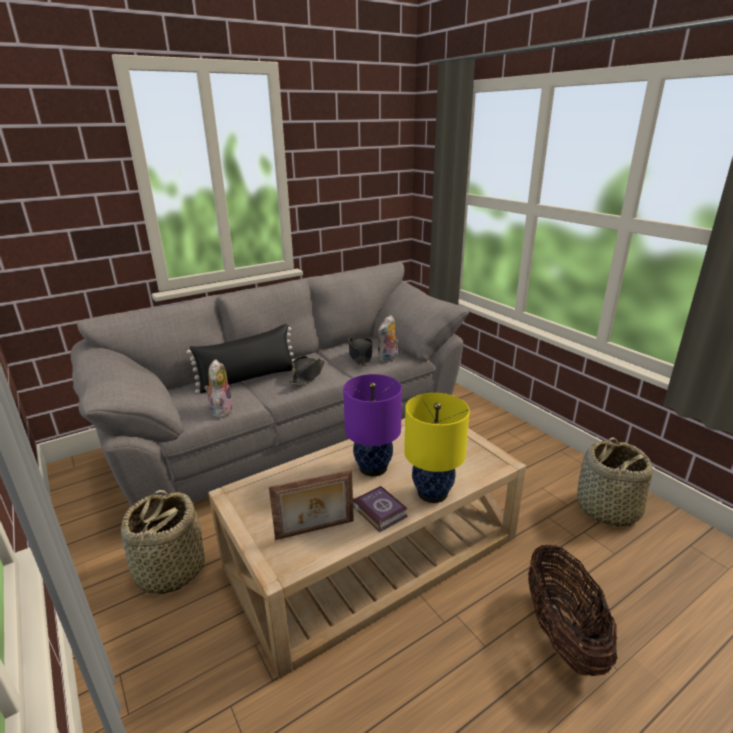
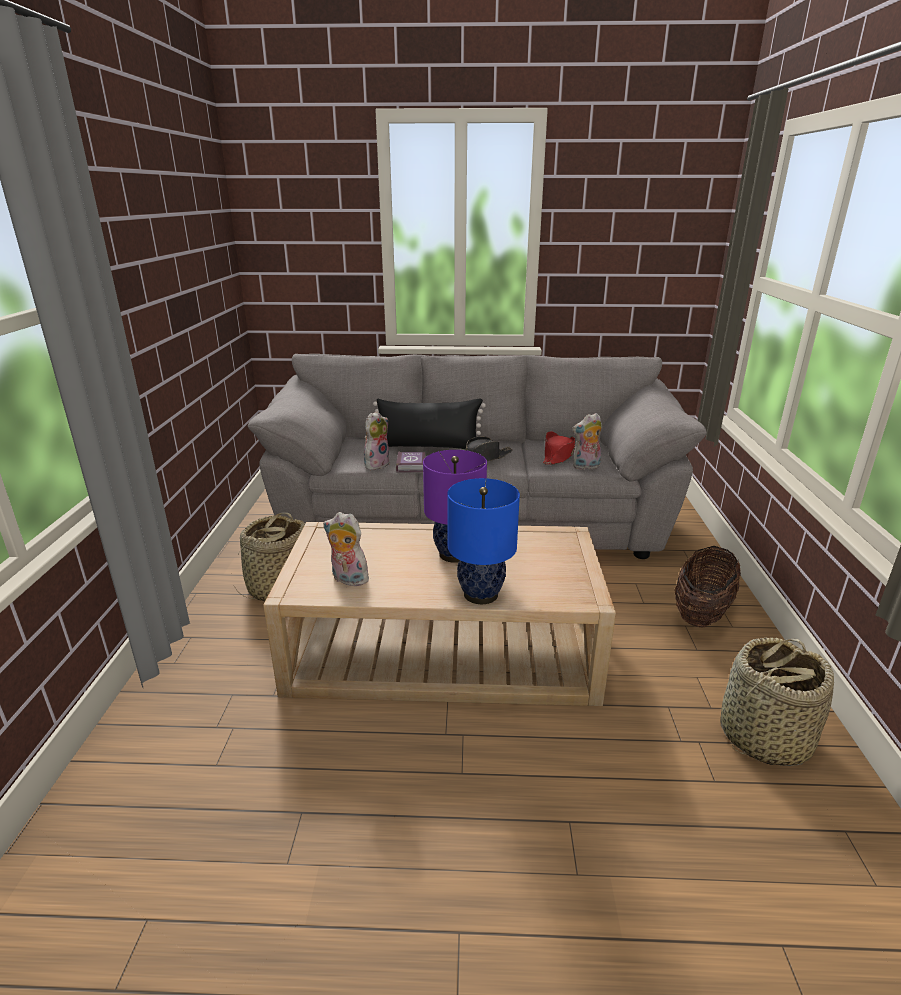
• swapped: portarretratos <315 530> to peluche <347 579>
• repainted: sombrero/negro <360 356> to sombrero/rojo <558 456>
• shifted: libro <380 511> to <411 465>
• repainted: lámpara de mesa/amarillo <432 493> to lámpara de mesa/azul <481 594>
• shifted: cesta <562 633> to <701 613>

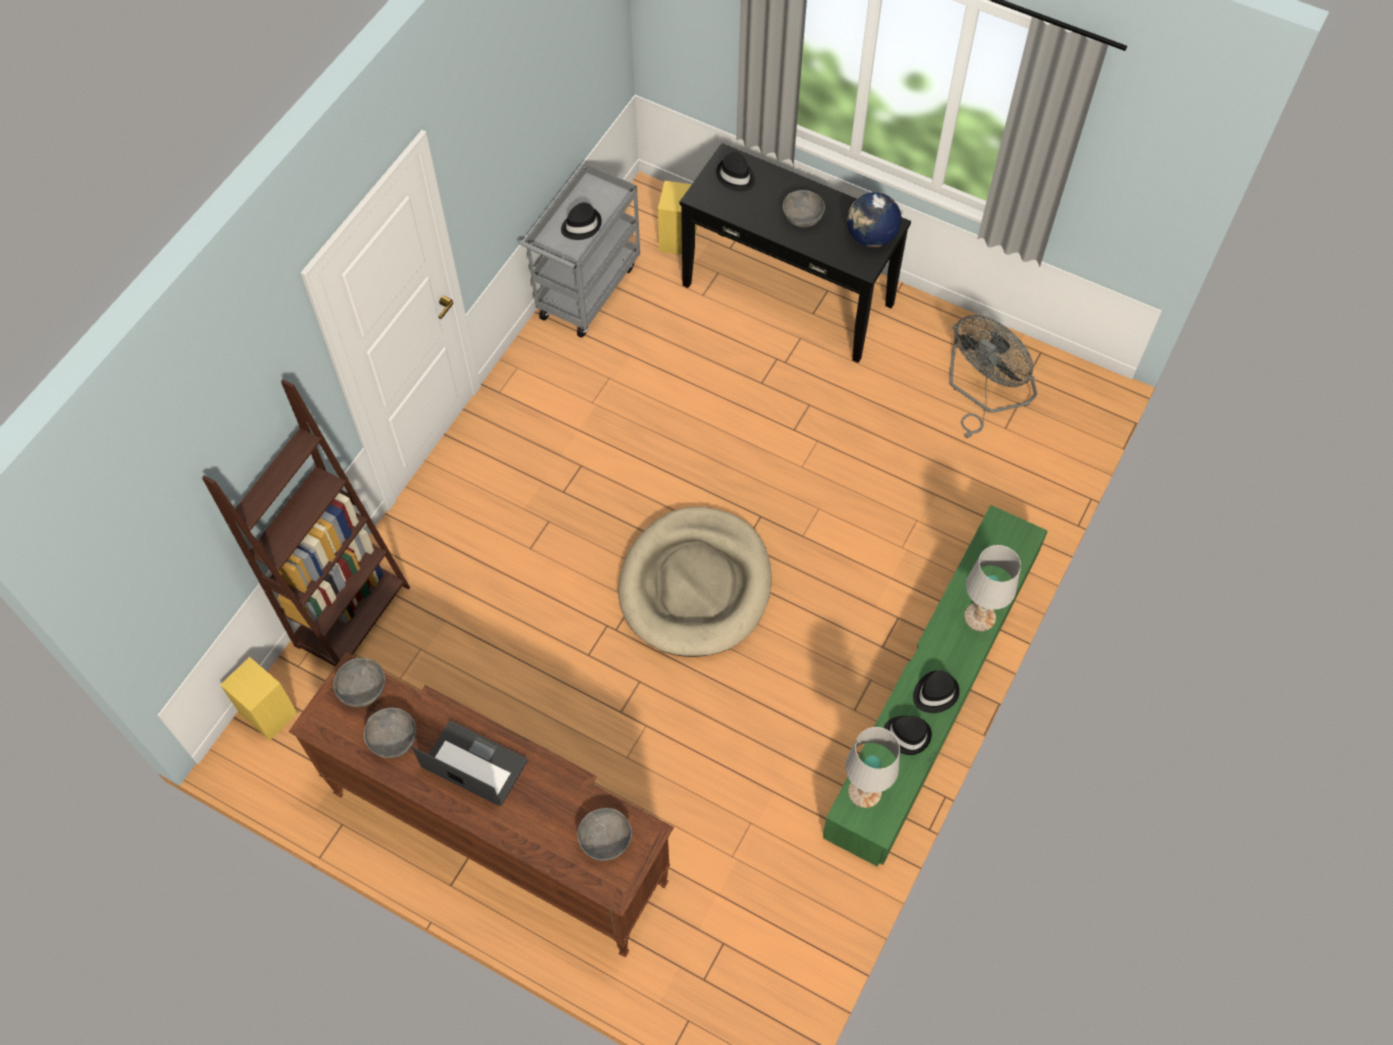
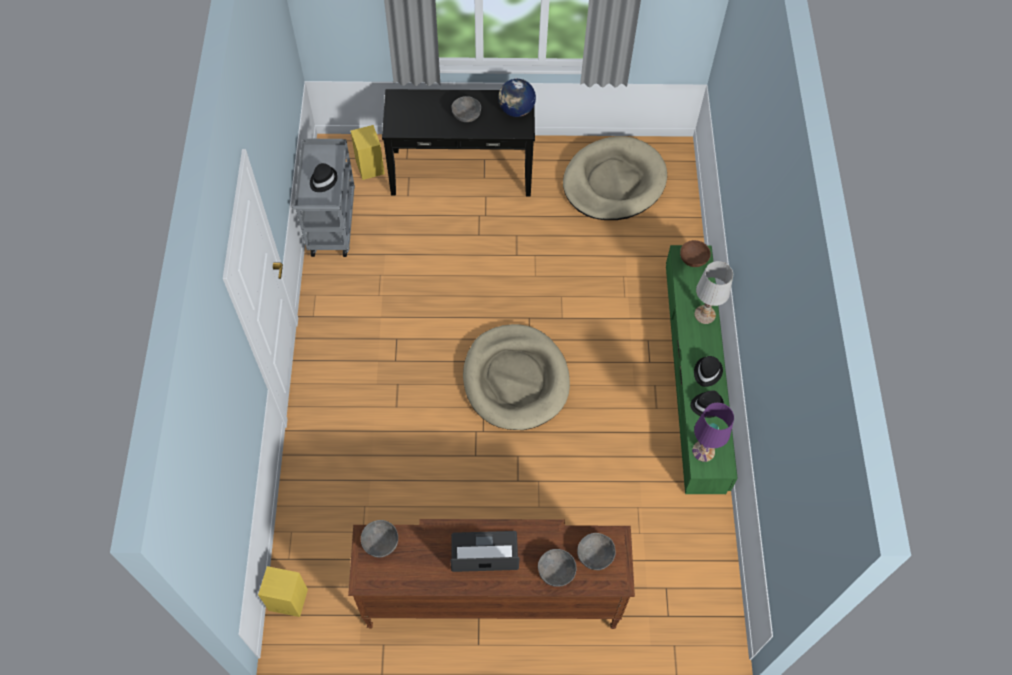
• gone: estantería/marrón <352 616>
• shifted: cuenco/gris <393 739> to <556 571>
• gone: sombrero/negro <735 176>
• repainted: lámpara de mesa/blanco <864 791> to lámpara de mesa/morado <703 451>
• swapped: ventilador/gris <980 392> to cama para perro/beis <613 182>
• new: cuenco/marrón <693 259>

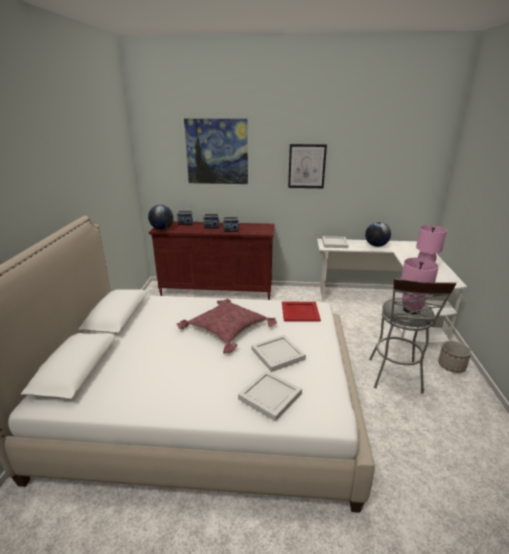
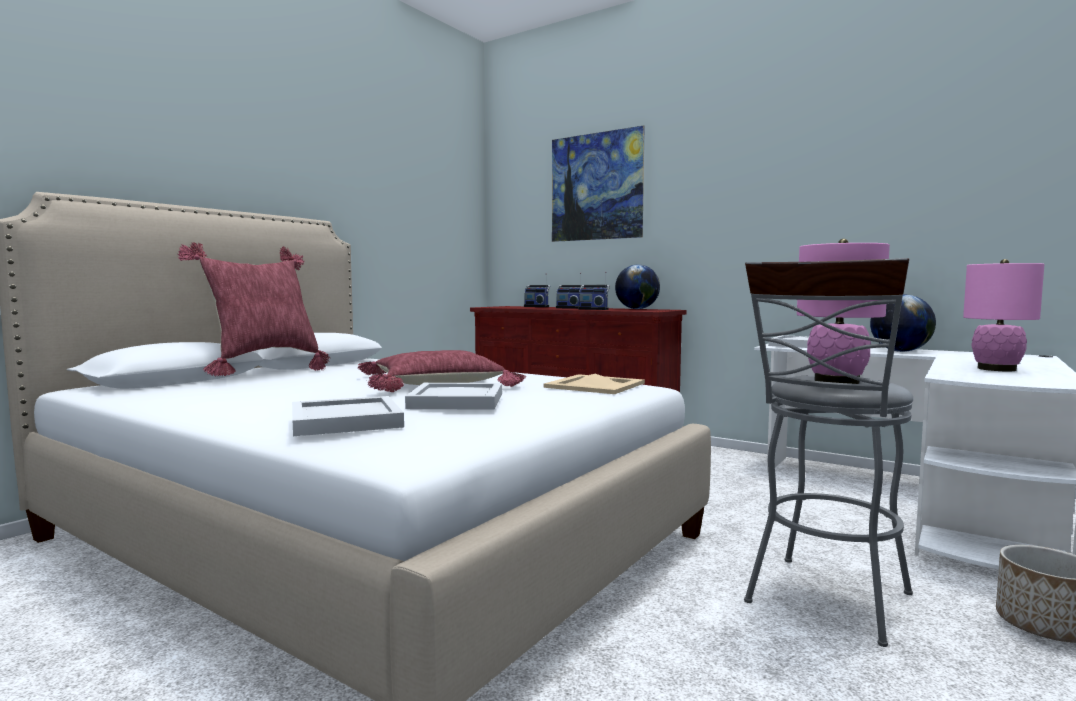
• shifted: globo terráqueo <162 229> to <637 309>
• repainted: bandeja/rojo <300 312> to bandeja/beis <595 385>
• gone: cuadro <306 166>
• new: cojín/rojo <261 374>

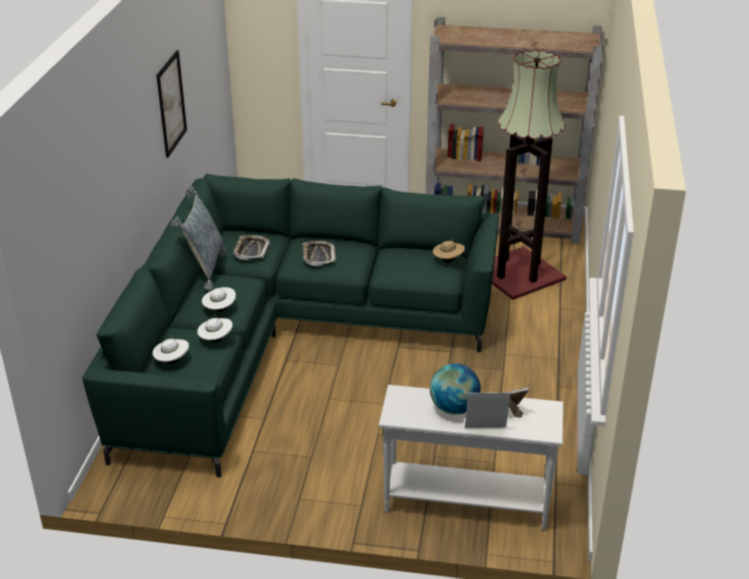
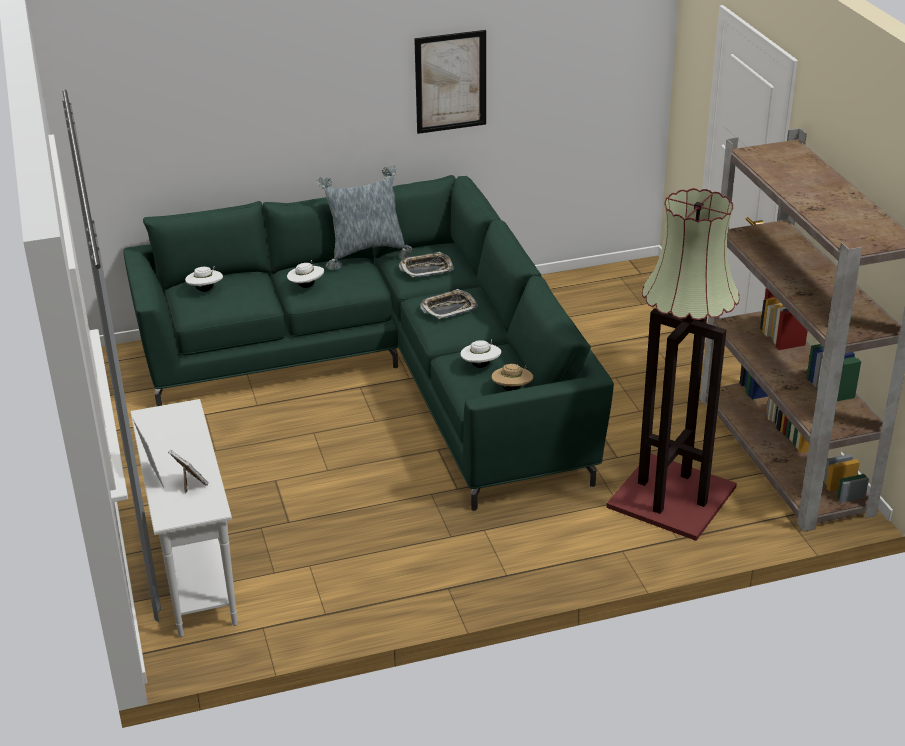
• shifted: sombrero/blanco <216 339> to <481 365>
• gone: globo terráqueo <454 408>

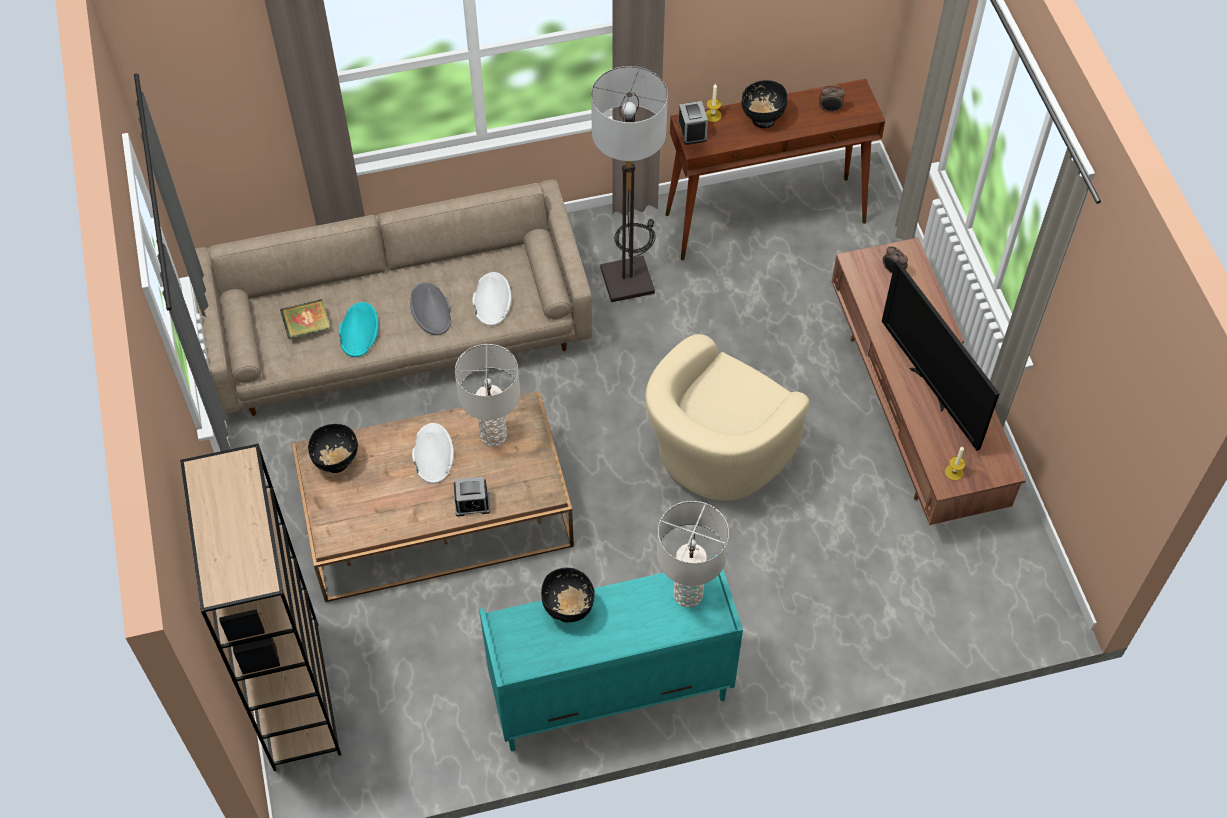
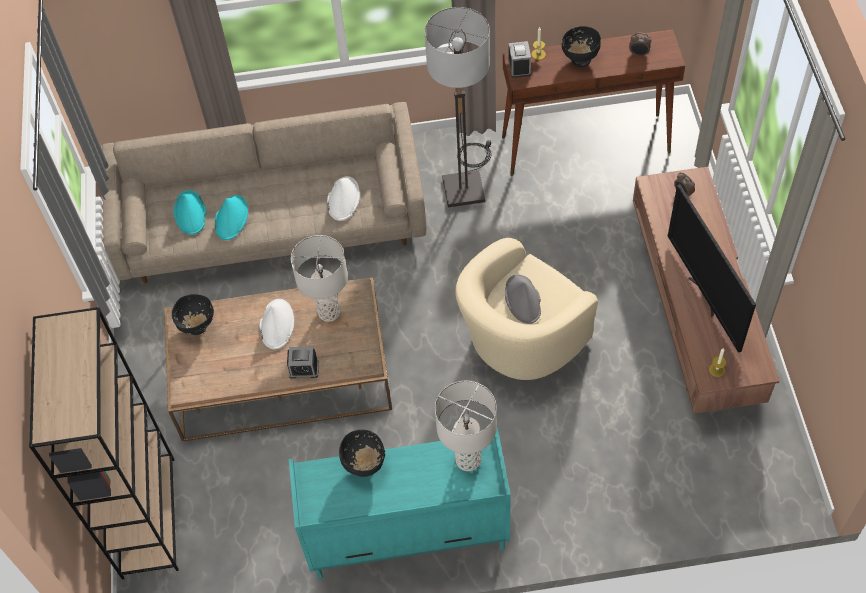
• swapped: libro <307 327> to sombrero/turquesa <190 213>
• shifted: sombrero/gris <431 310> to <523 300>

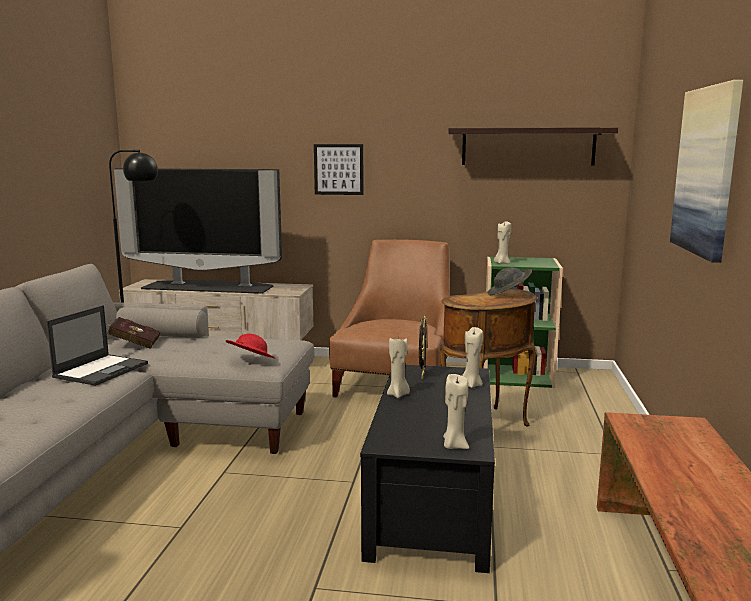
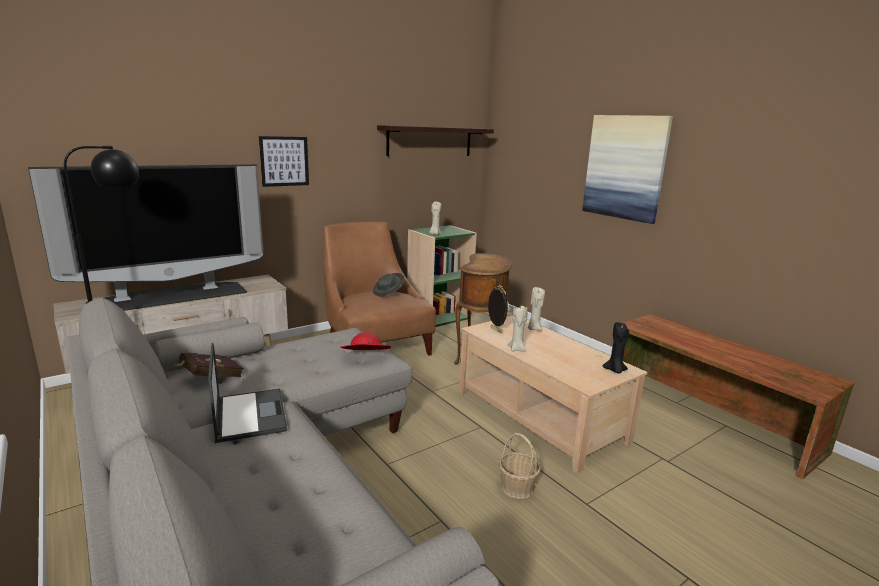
• repainted: mesa de centro/negro <430 499> to mesa de centro/beis <537 416>
• repainted: vela/beis <454 446> to vela/negro <615 370>
• shifted: sombrero/gris <509 294> to <388 293>
• new: cesta <517 487>

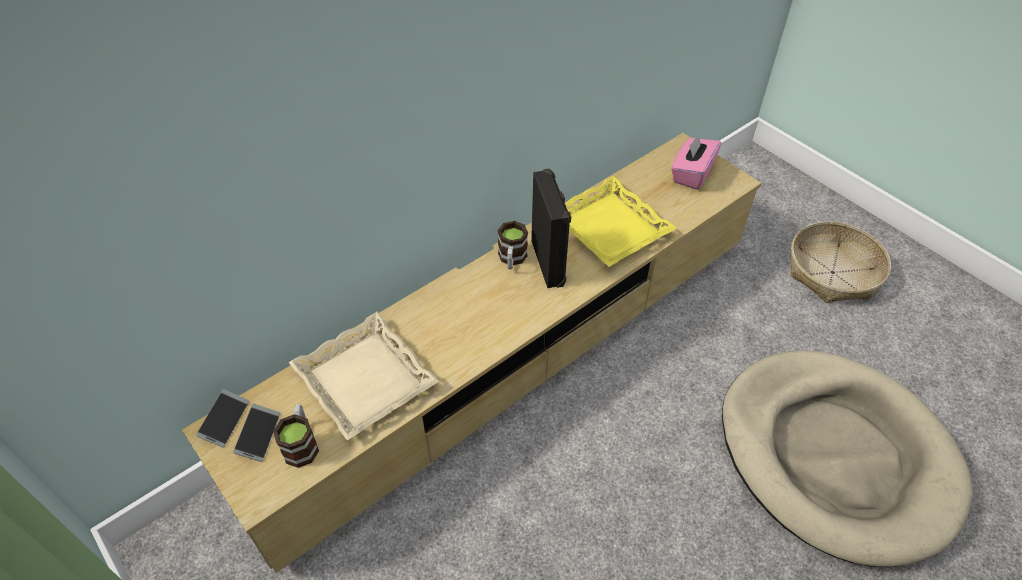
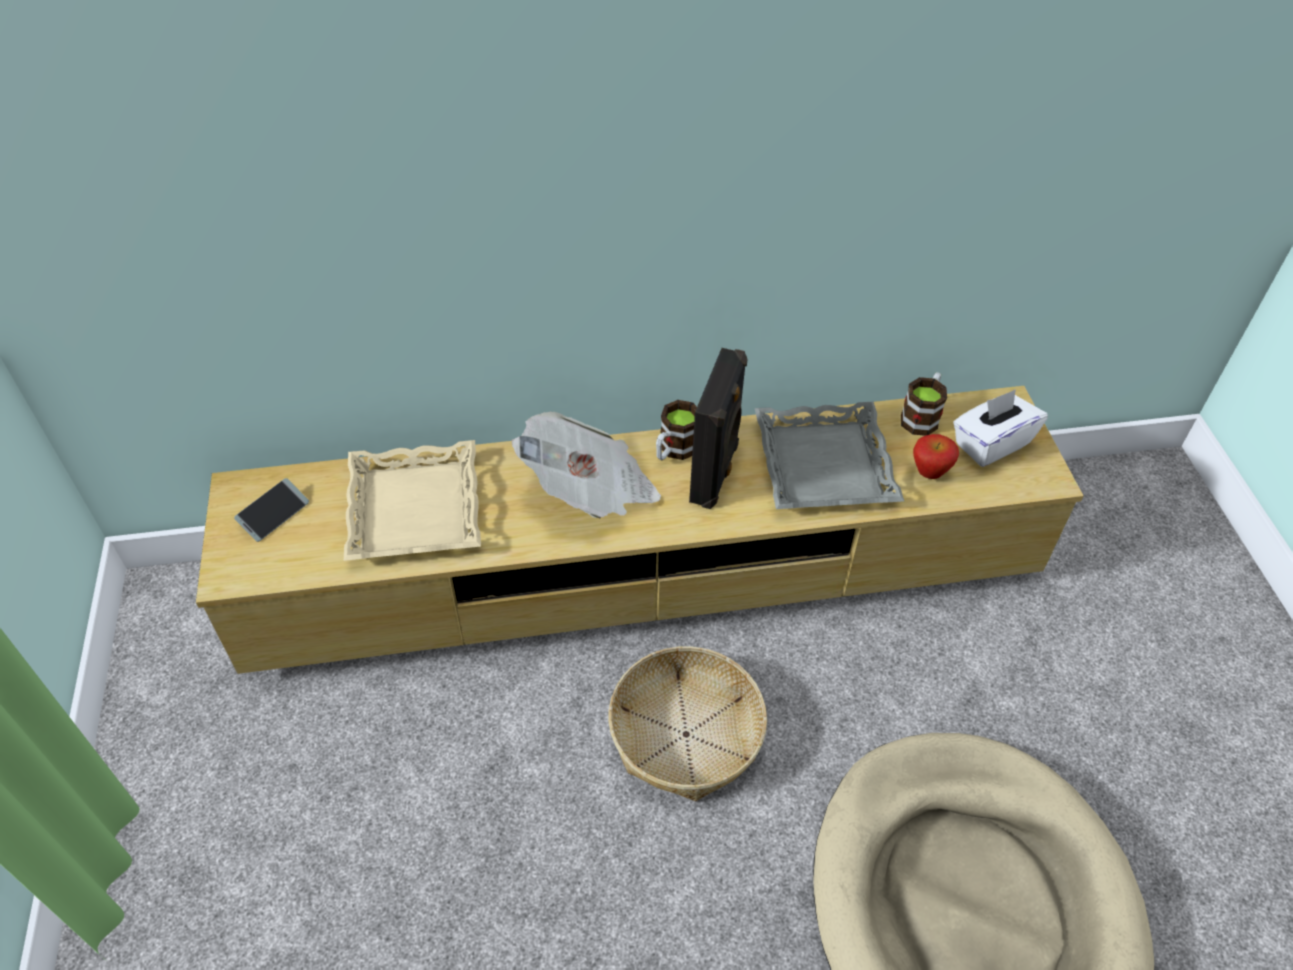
• gone: móvil <225 421>
• shifted: taza grande <302 444> to <922 416>
• repainted: bandeja/amarillo <610 227> to bandeja/gris <825 465>
• repainted: caja de pañuelos/rosa <691 174> to caja de pañuelos/blanco <991 443>
• shifted: cesta <832 272> to <686 734>
• new: periódico <590 491>
• new: manzana <929 473>

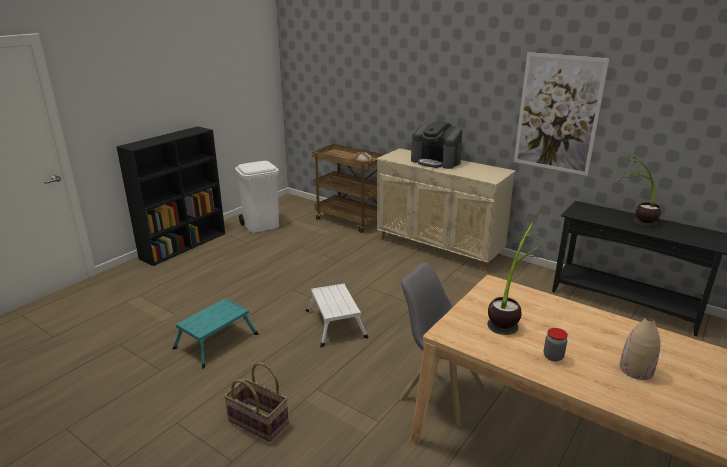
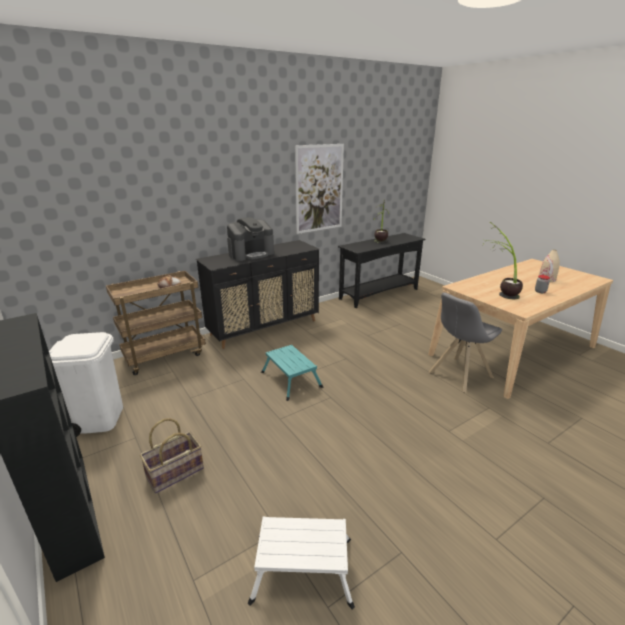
• shifted: escalera de tijera/turquesa <216 341> to <291 379>
• shifted: cesta <257 422> to <175 473>
• shifted: escalera de tijera/blanco <335 324> to <303 569>
• repainted: armario/beis <438 247> to armario/negro <264 327>

